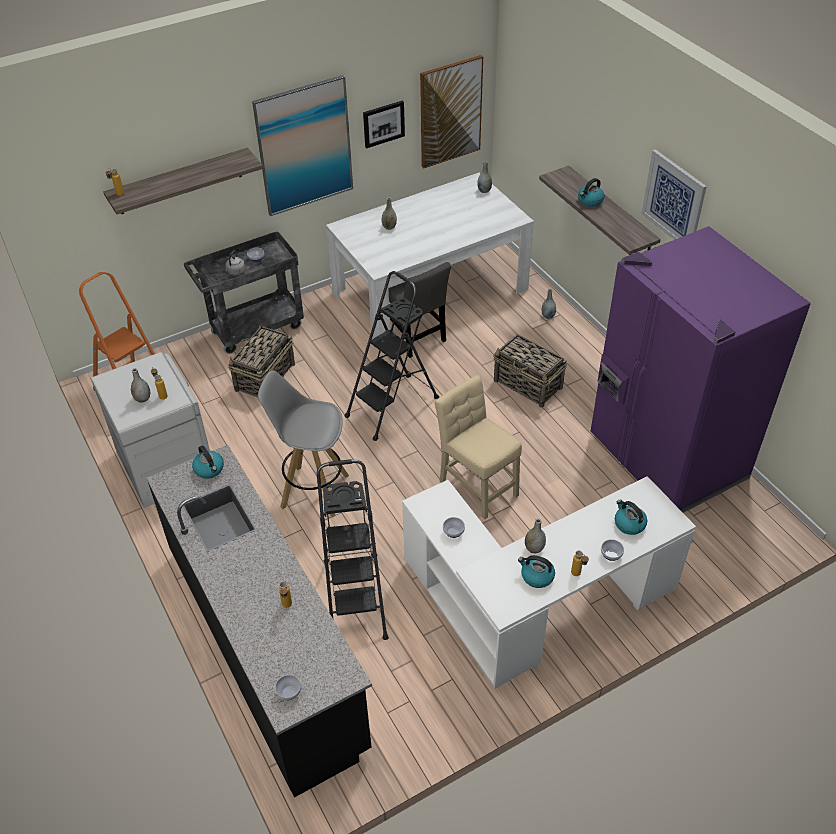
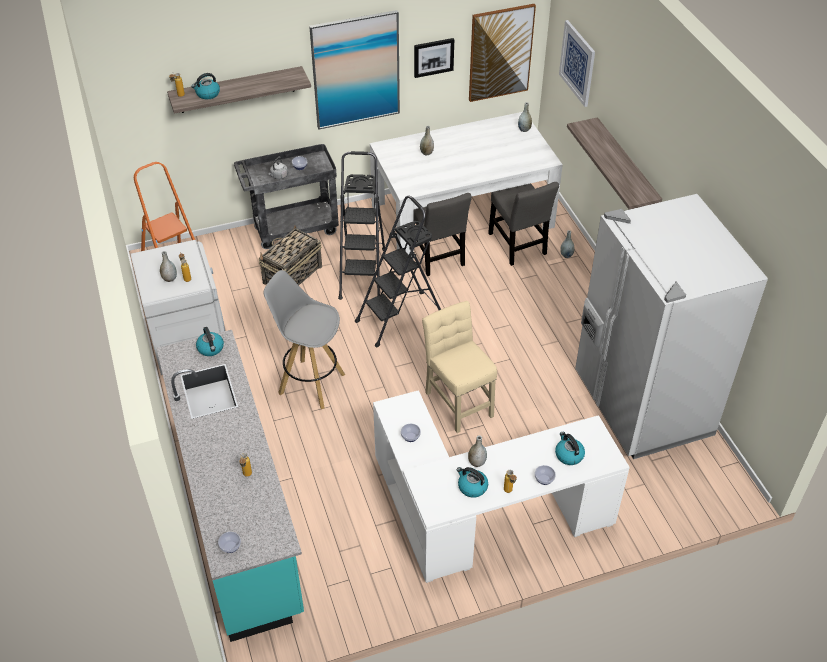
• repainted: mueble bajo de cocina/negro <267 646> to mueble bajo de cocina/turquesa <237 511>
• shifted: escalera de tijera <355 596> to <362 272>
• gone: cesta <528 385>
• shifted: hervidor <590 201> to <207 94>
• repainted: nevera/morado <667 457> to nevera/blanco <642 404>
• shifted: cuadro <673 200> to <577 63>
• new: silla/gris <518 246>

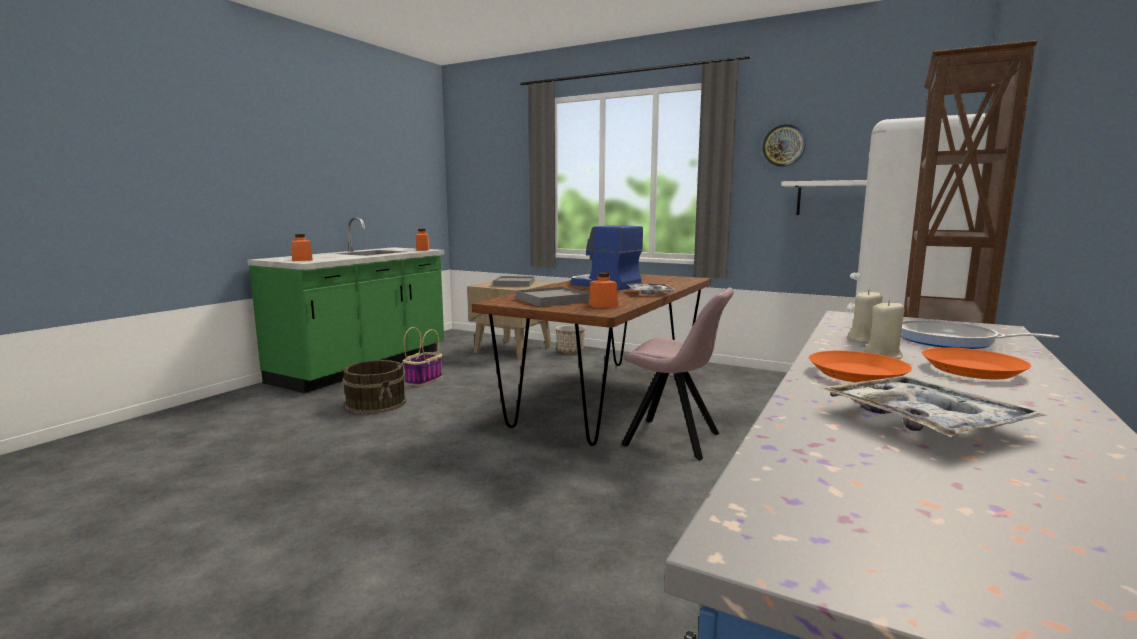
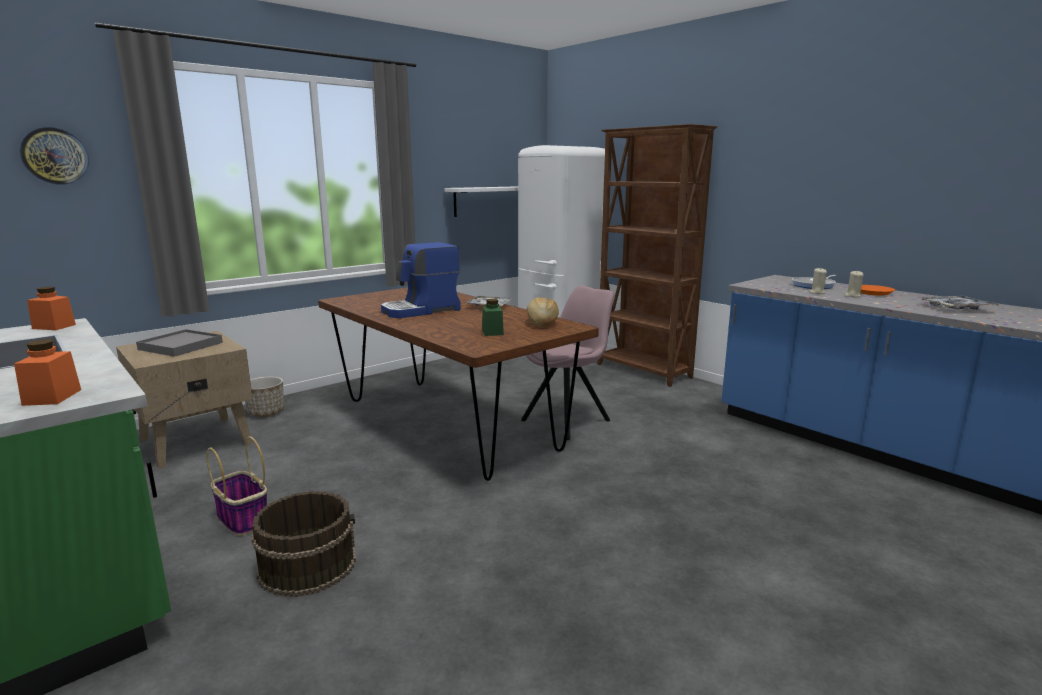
• swapped: bandeja/gris <552 300> to tarro/verde <492 332>
• swapped: tarro/naranja <603 305> to pan <541 323>
• shifted: reloj de pared <784 145> to <55 156>
• gone: plato/naranja <857 374>

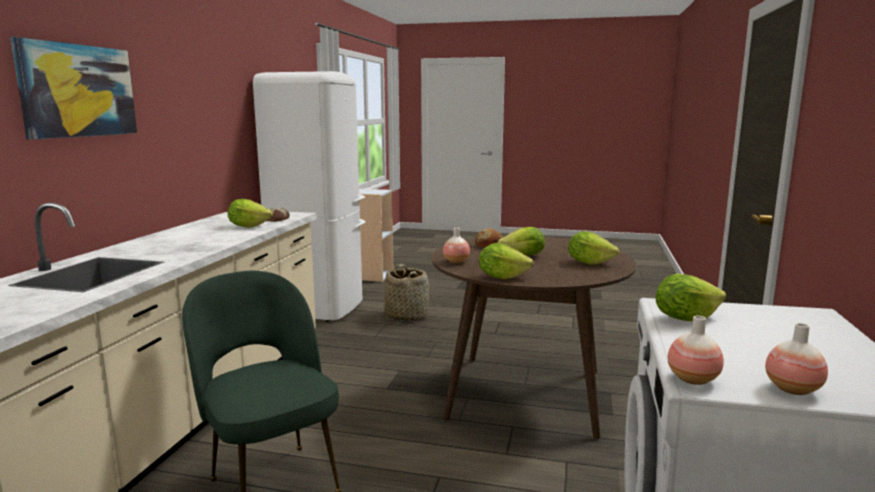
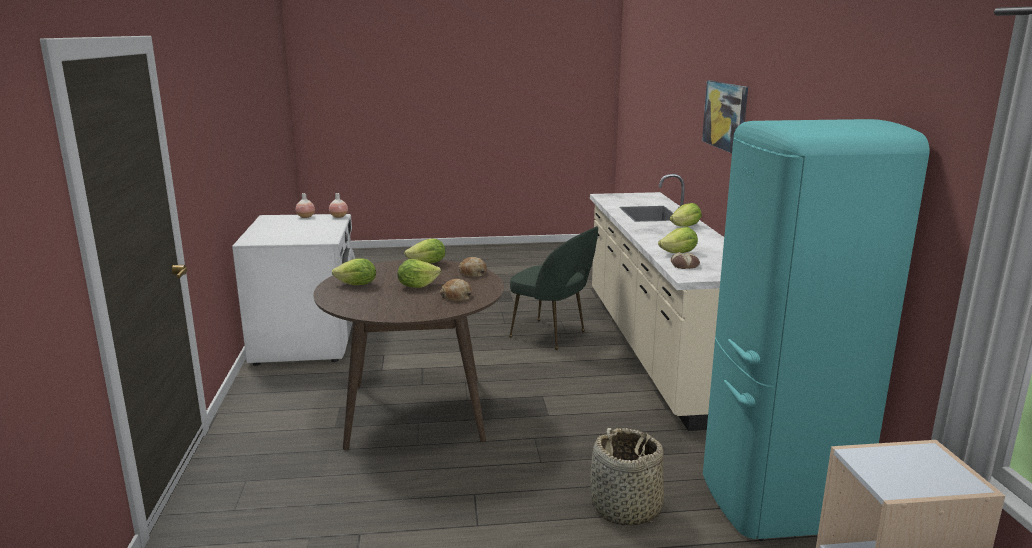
• repainted: nevera/blanco <320 307> to nevera/turquesa <773 501>
• swapped: florero <456 262> to pan <472 273>
• shifted: lechuga <685 318> to <685 226>

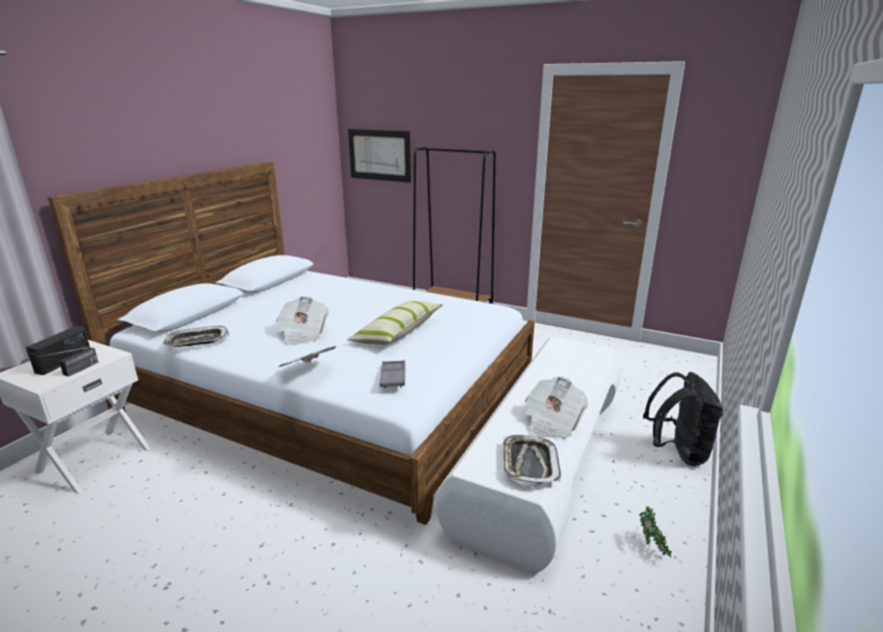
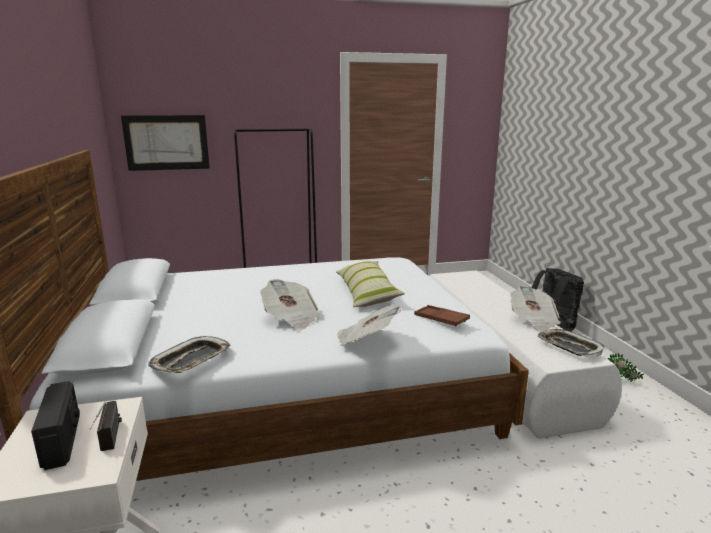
• repainted: bandeja/gris <393 377> to bandeja/marrón <441 319>

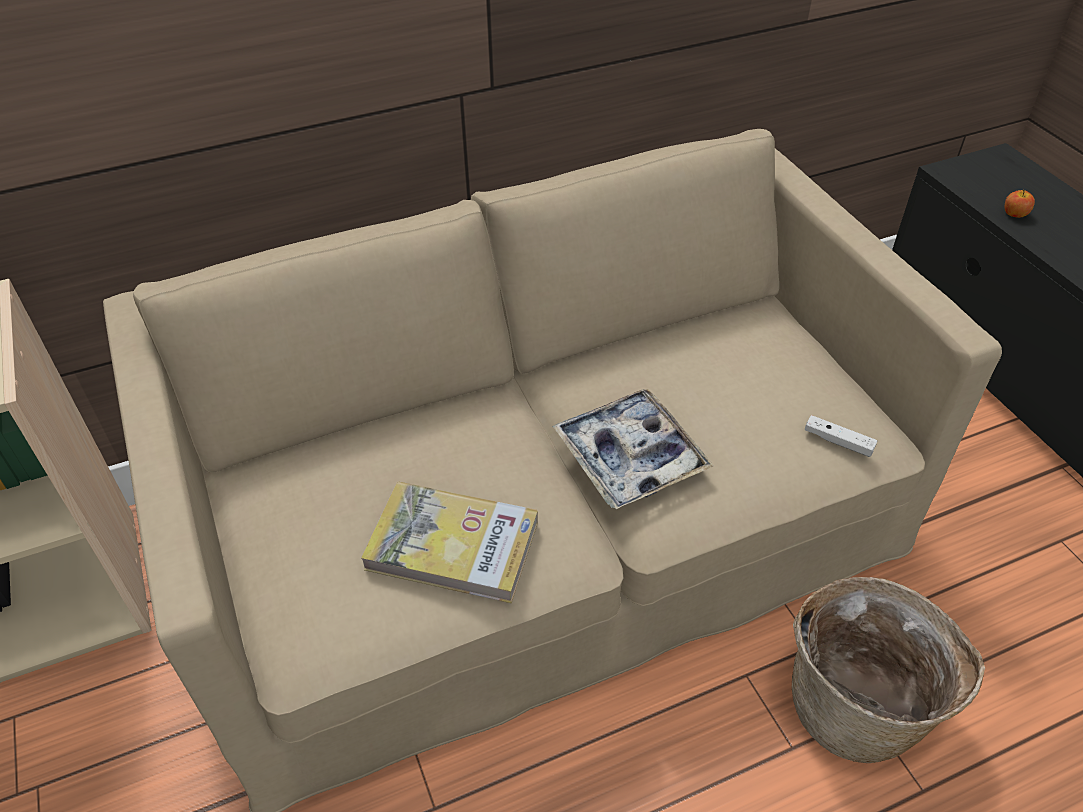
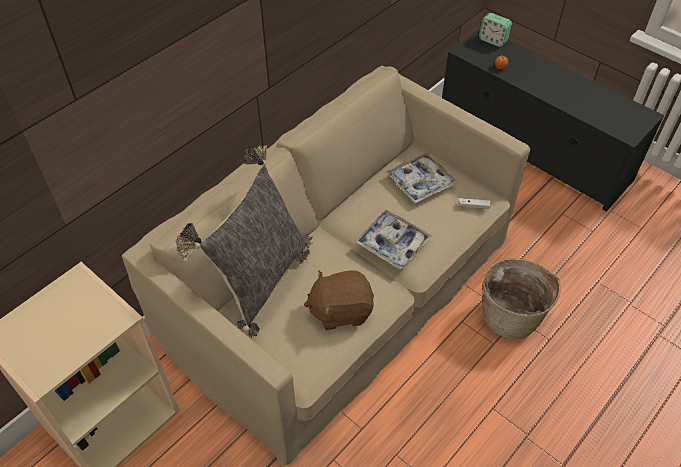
• swapped: libro <452 545> to peluche/marrón <340 310>
• new: cojín <258 287>
• new: bandeja <420 182>
• new: despertador <493 40>

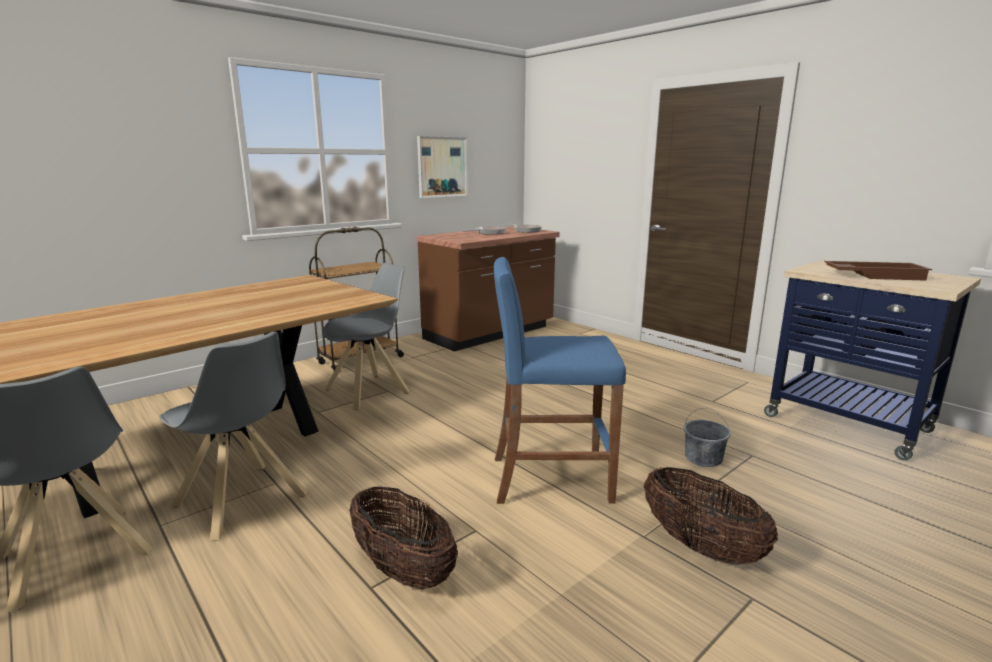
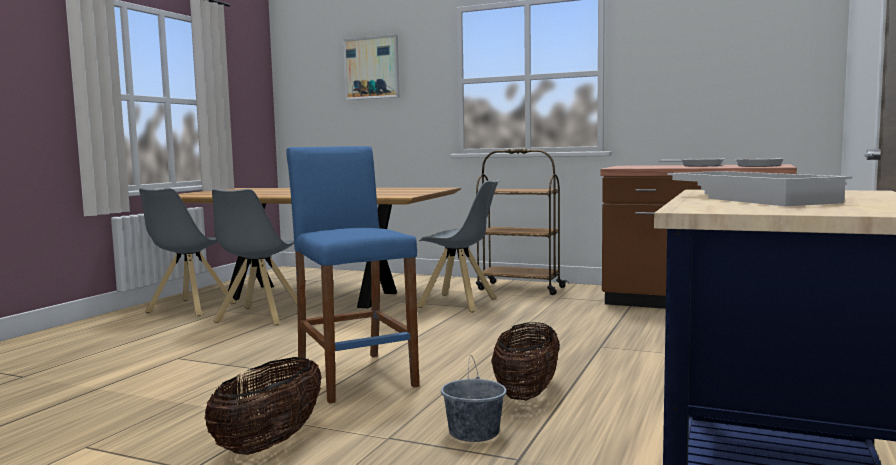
• shifted: cesta <403 570> to <527 393>
• shifted: cuadro <442 167> to <372 68>
• repainted: bandeja/marrón <874 275> to bandeja/blanco <753 198>

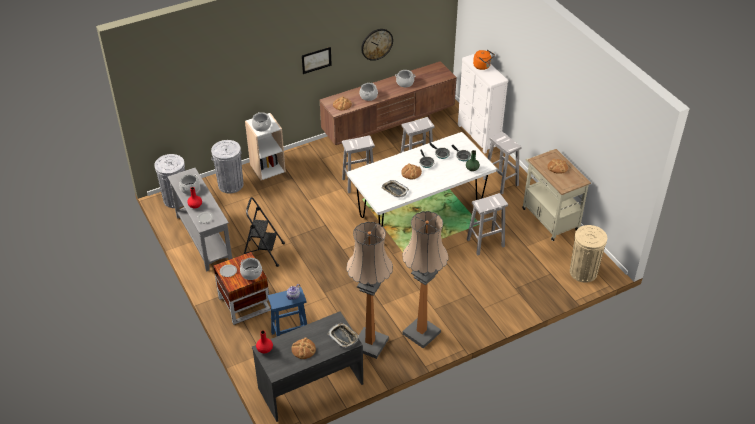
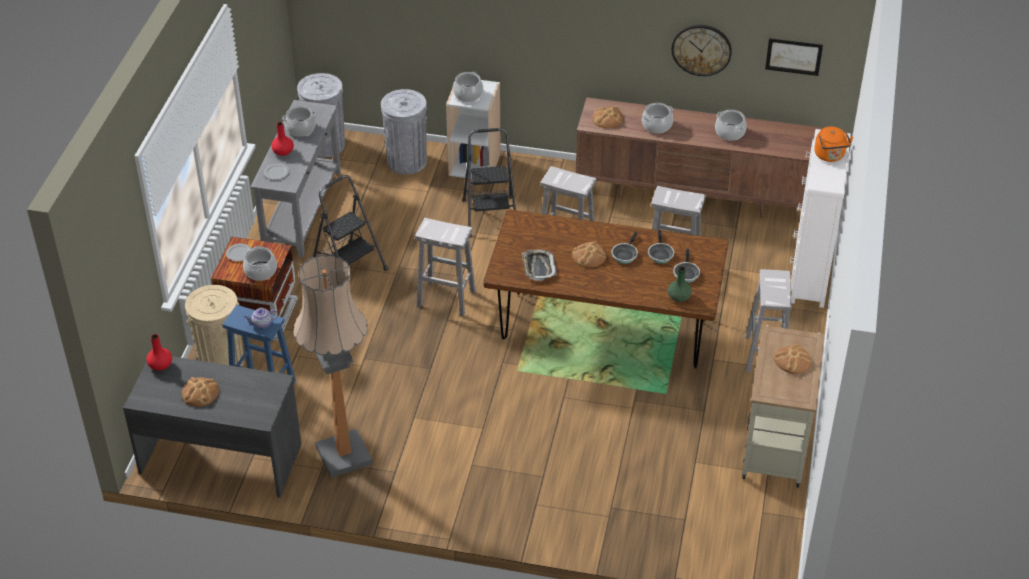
• shifted: cuadro <316 60> to <793 56>
• gone: bandeja <343 337>
• repainted: mesa de comedor/blanco <420 211> to mesa de comedor/marrón <603 330>
• gone: lámpara de pie <421 333>
• shifted: taburete/blanco <485 243> to <445 298>
• shifted: papelera/beis <583 272> to <221 362>
• new: escalera de tijera/negro <490 214>

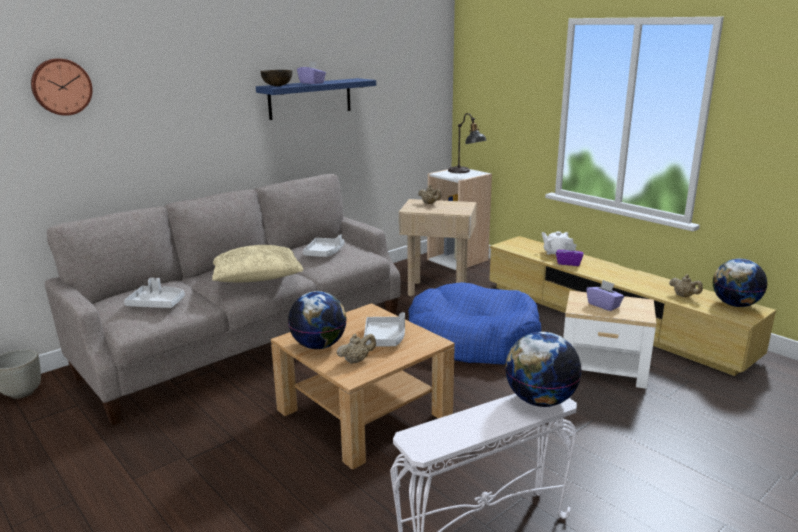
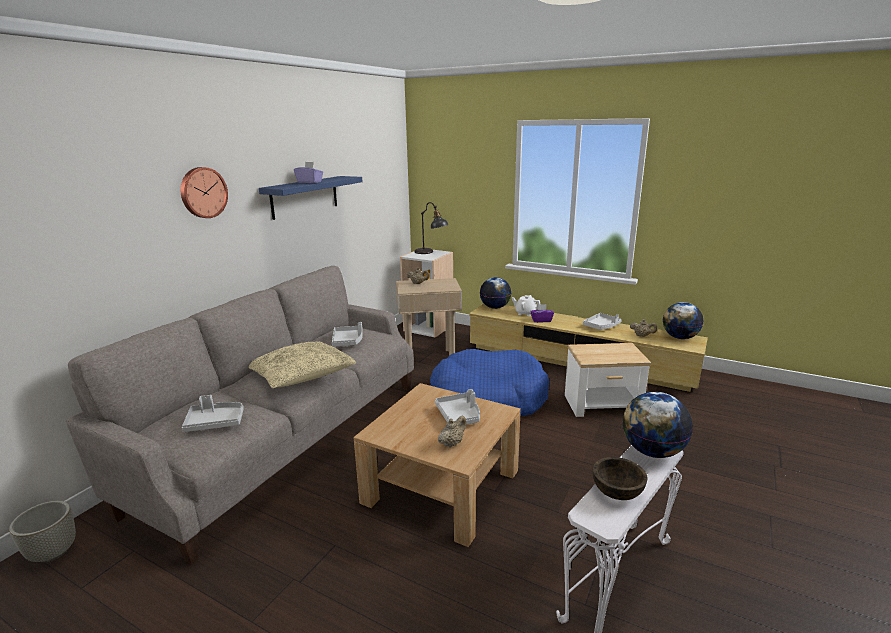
• shifted: reloj de pared <61 87> to <203 192>
• shifted: cuenco/marrón <277 85> to <617 492>
• shifted: globo terráqueo <319 346> to <495 307>
• gone: caja de pañuelos/morado <604 305>
• new: bandeja/gris <601 326>

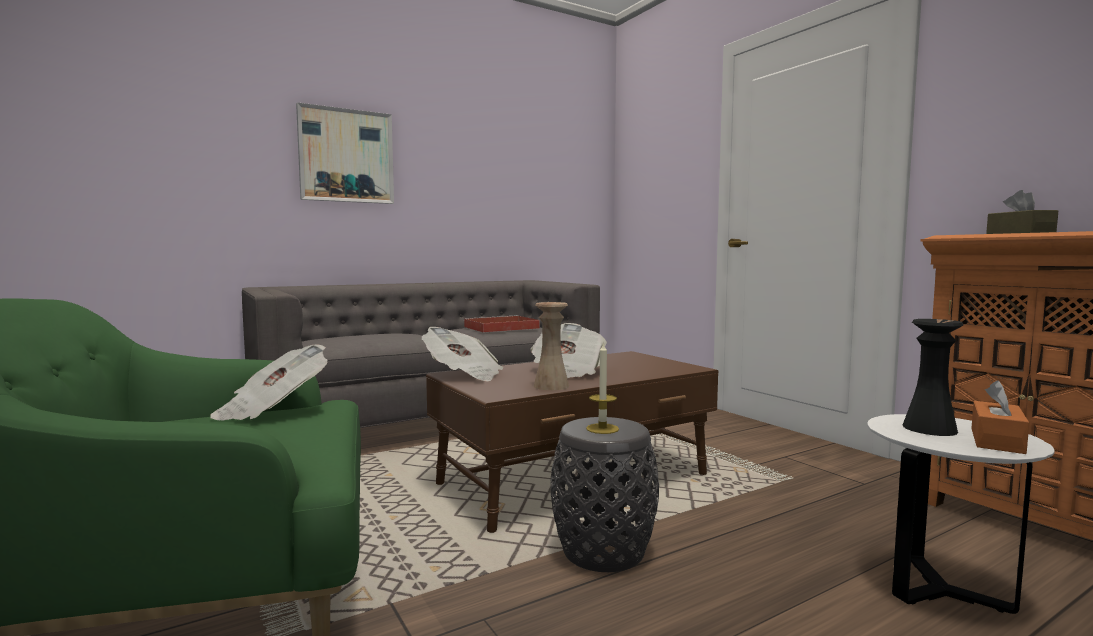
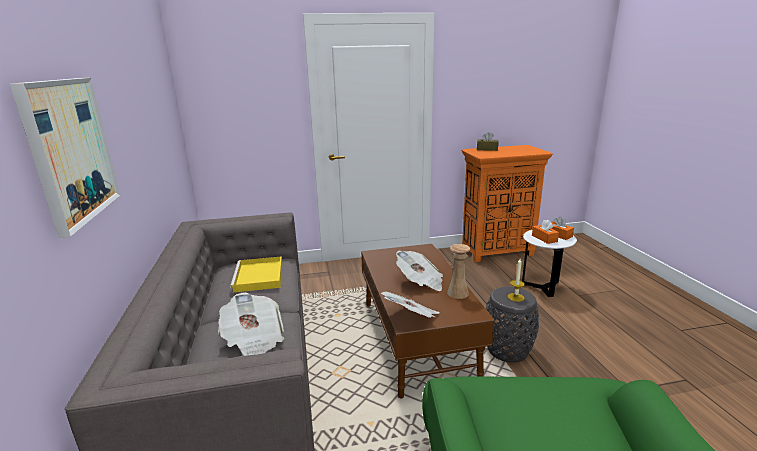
• shifted: periódico <272 410> to <253 340>
• repainted: bandeja/rojo <500 327> to bandeja/amarillo <259 277>
• swapped: florero/negro <929 428> to caja de pañuelos/naranja <544 238>

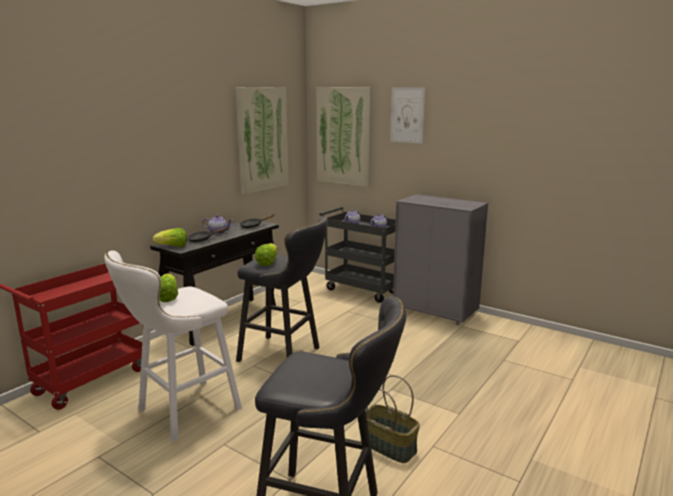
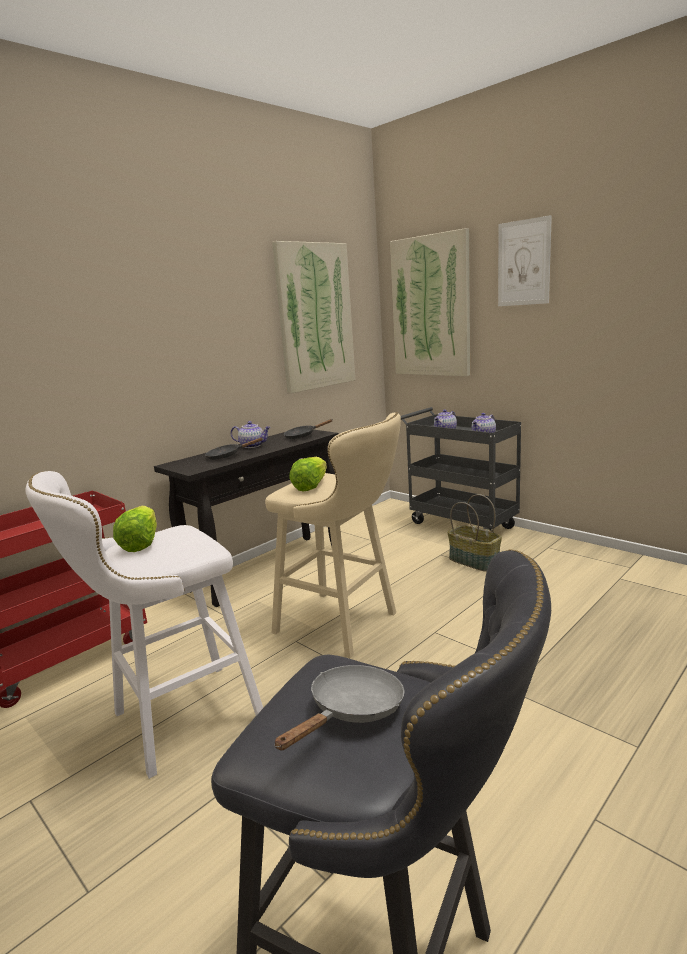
• gone: lechuga <173 247>
• repainted: taburete/negro <287 356> to taburete/beis <347 626>
• shifted: cesta <390 446> to <475 561>
• gone: armario/gris <436 312>
• new: sartén/gris <351 711>

